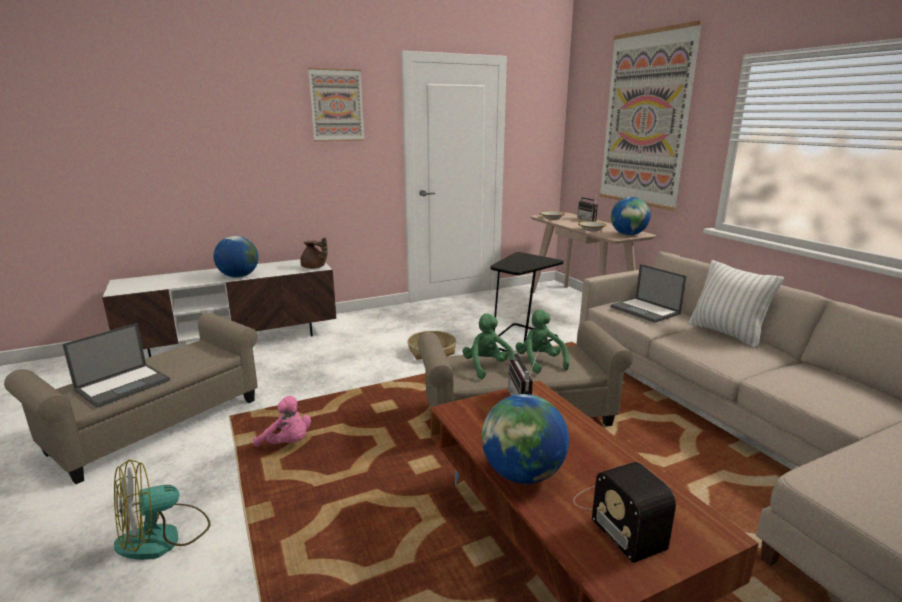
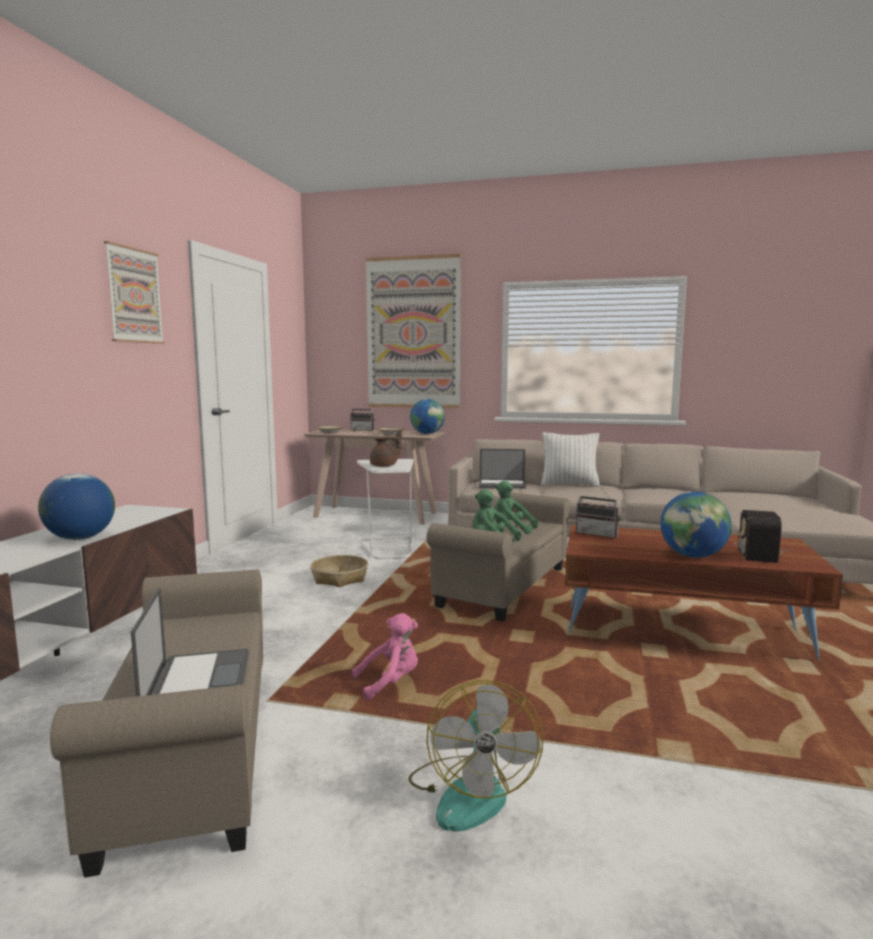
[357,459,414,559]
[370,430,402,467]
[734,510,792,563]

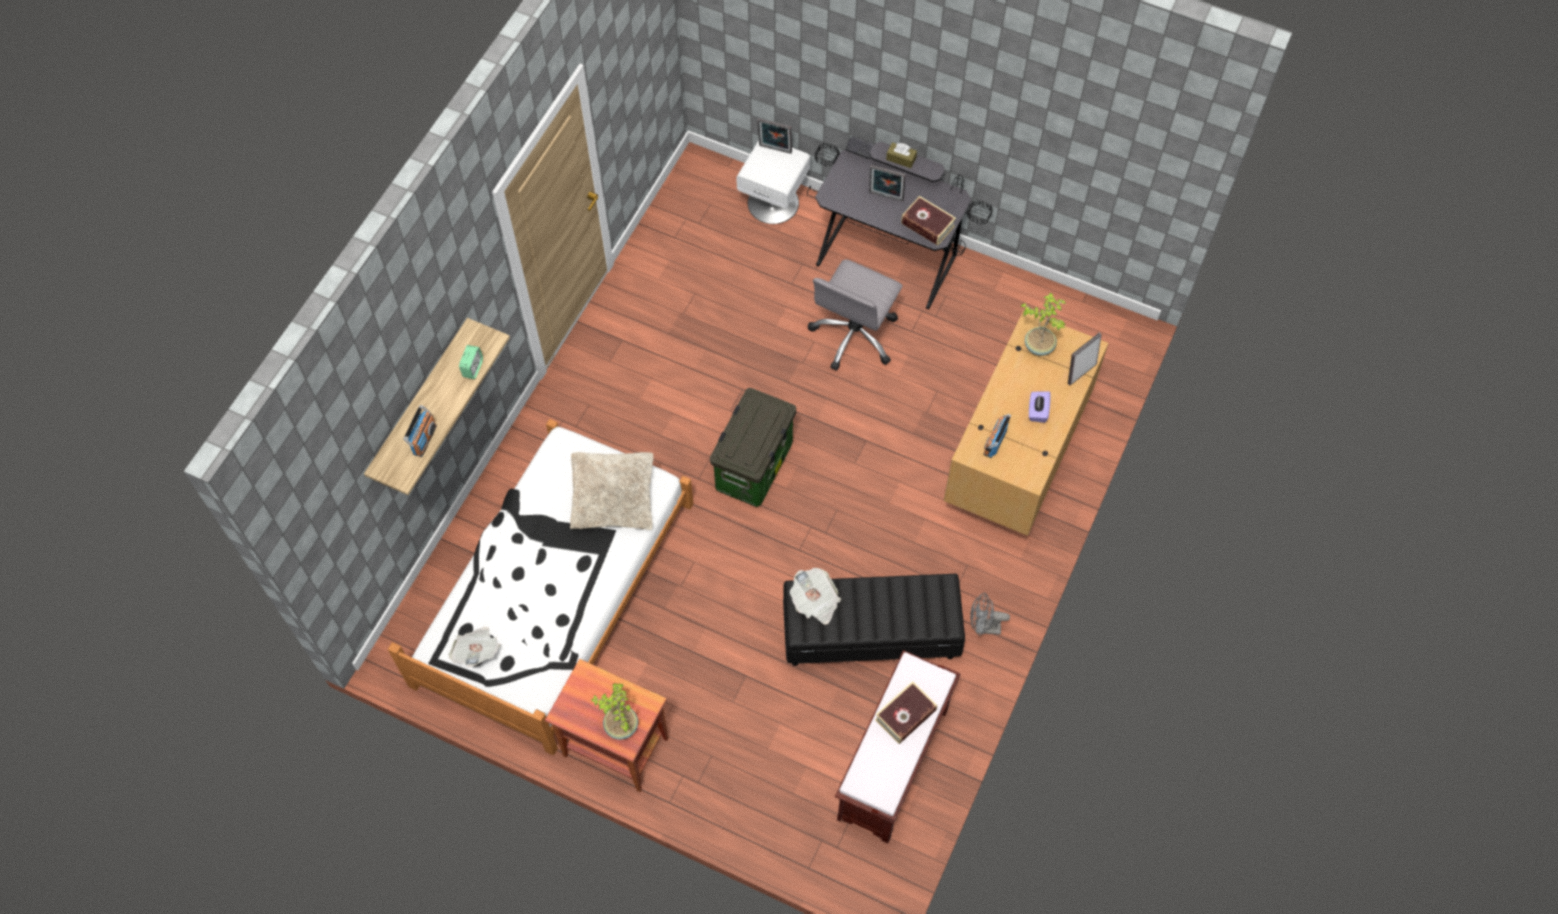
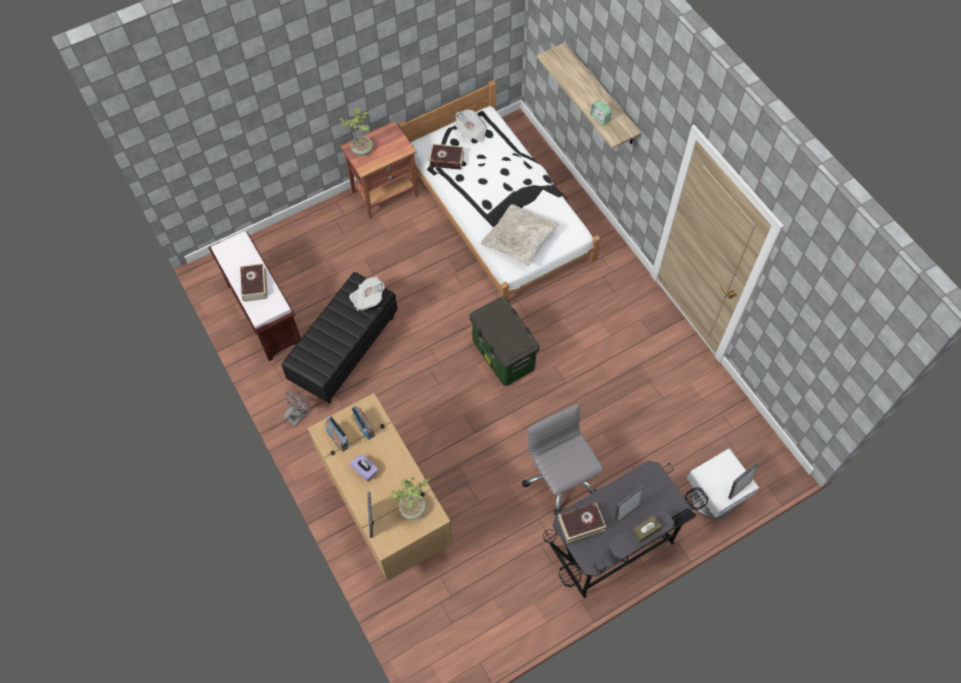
[325,416,349,452]
[429,144,464,170]

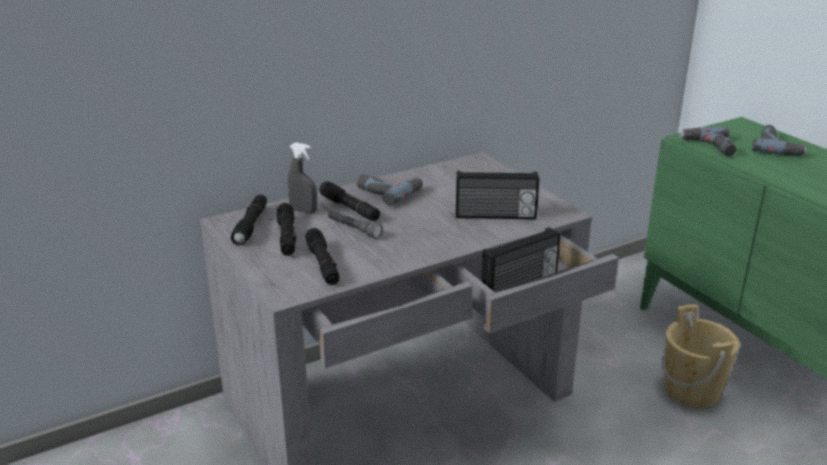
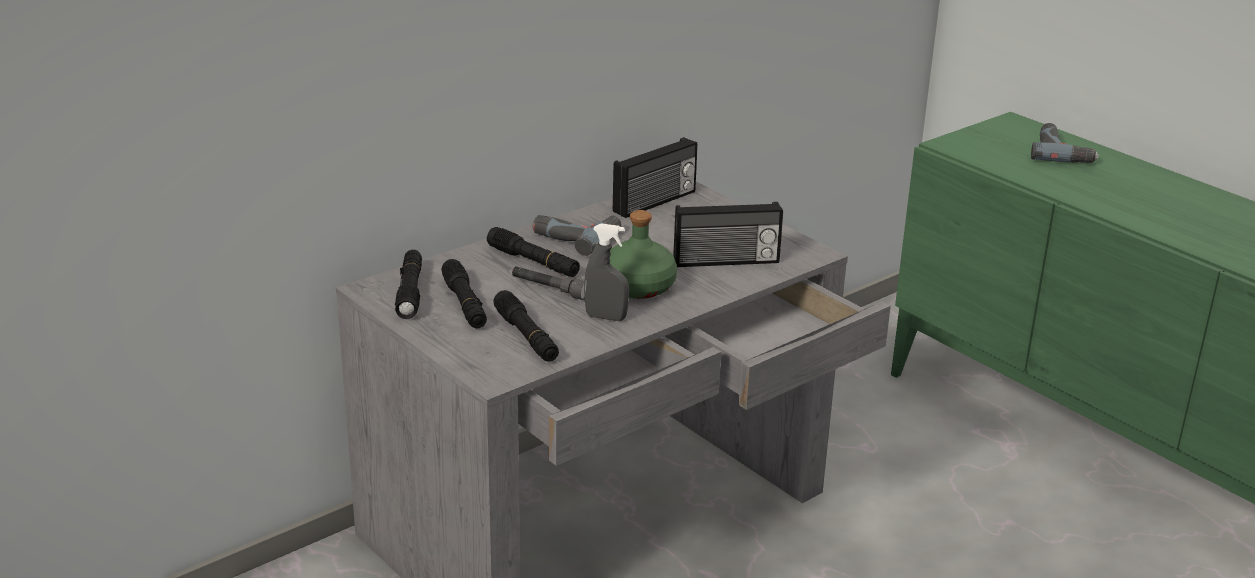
[584,223,629,321]
[610,210,677,299]
[613,137,698,218]
[662,304,739,408] (first image)
[679,126,736,156] (first image)

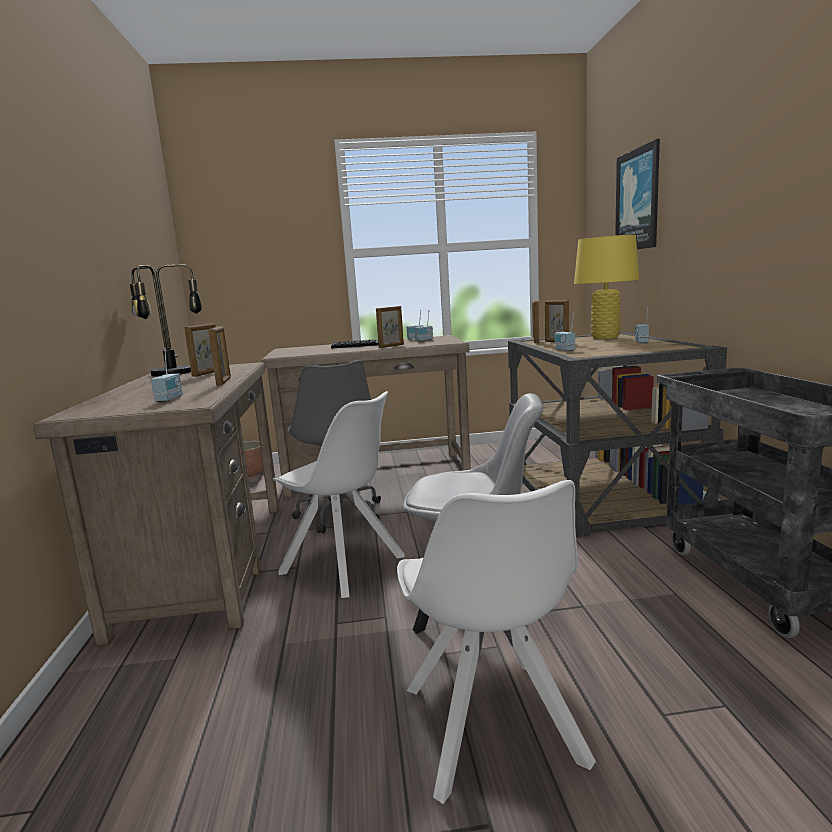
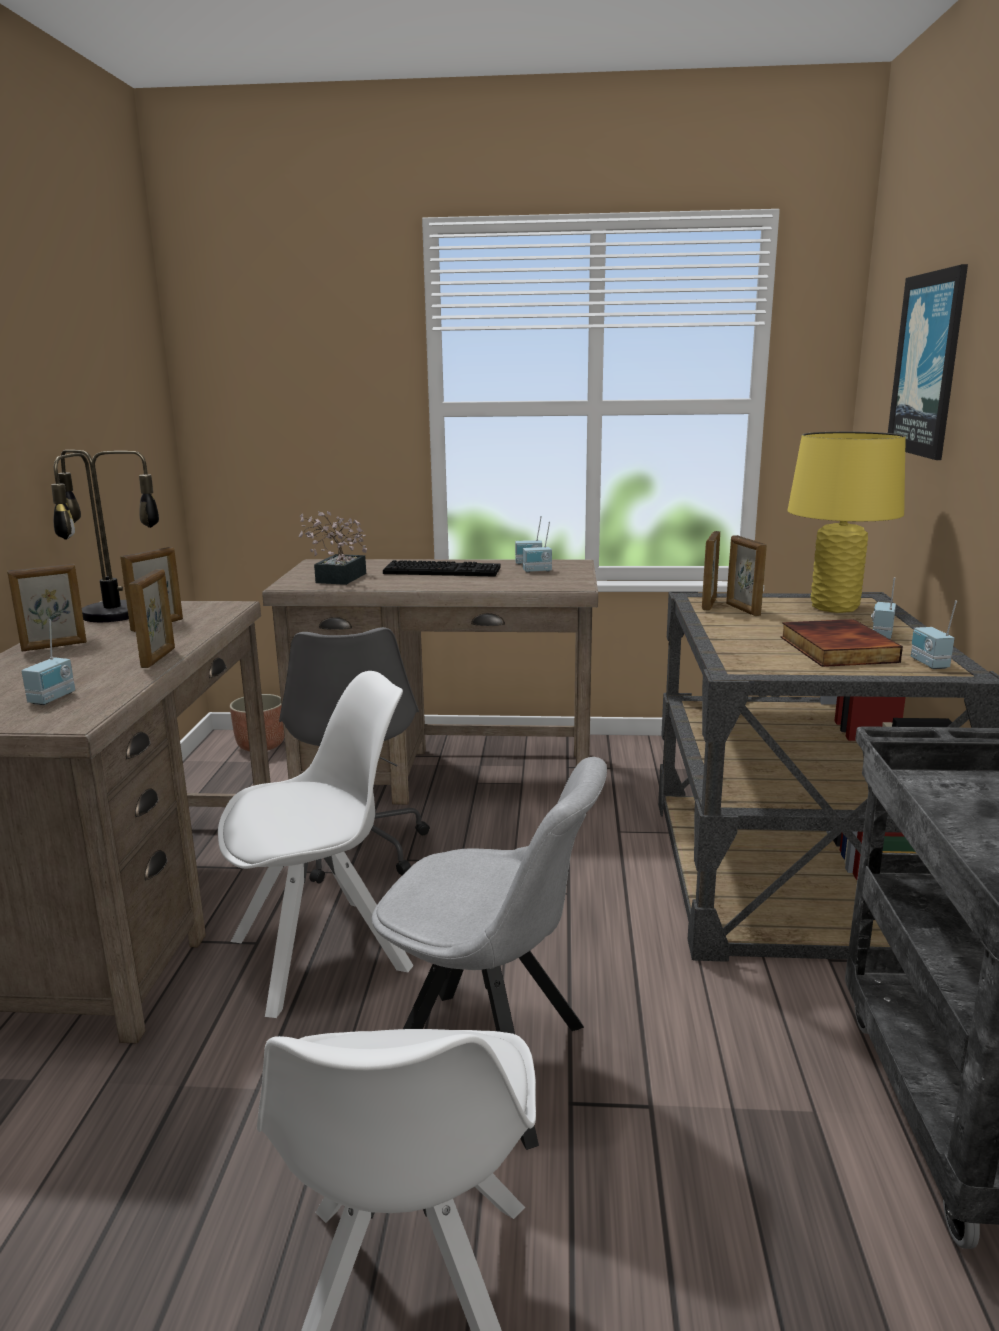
[7,564,87,652]
[218,671,414,1018]
[299,511,367,585]
[781,619,903,667]
[911,600,957,669]

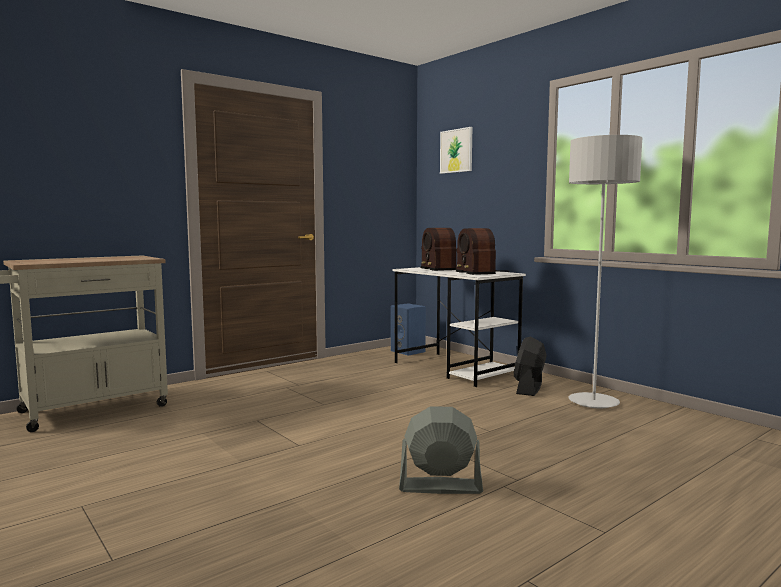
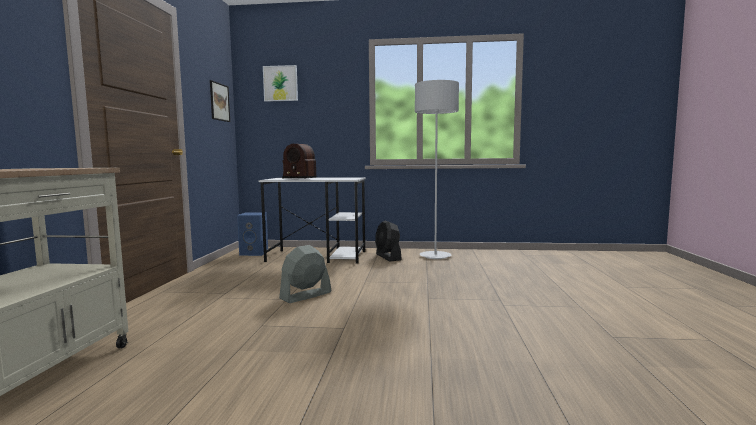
[210,80,230,122]
[279,245,332,303]
[455,228,509,275] (first image)

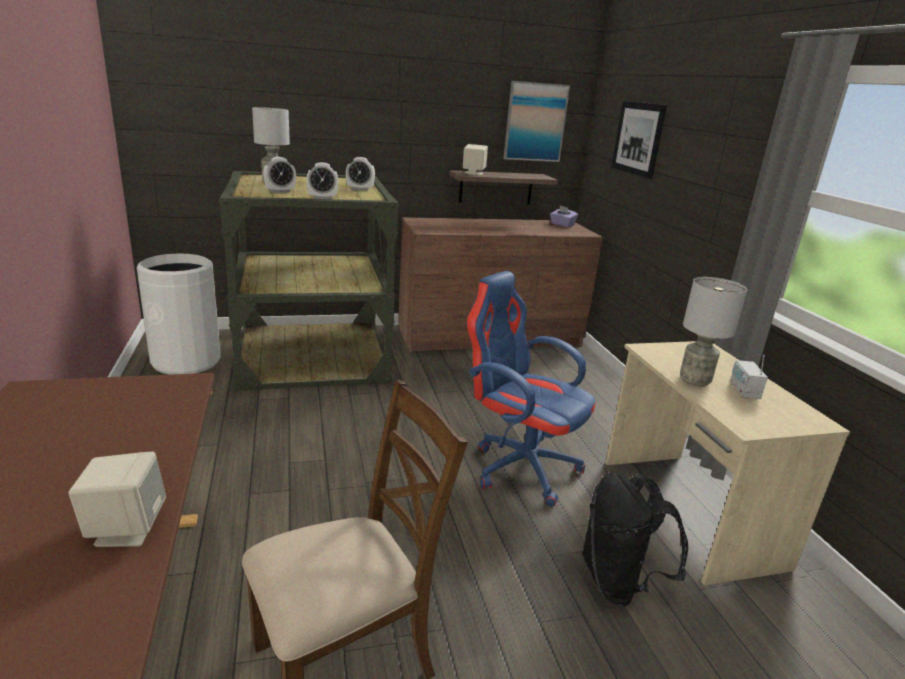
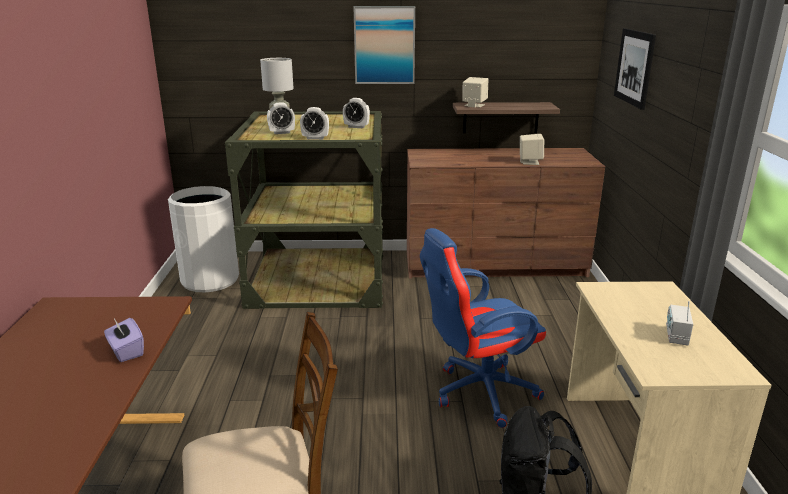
[104,318,144,362]
[353,6,415,84]
[420,228,546,428]
[520,134,544,165]
[680,277,747,387] (first image)

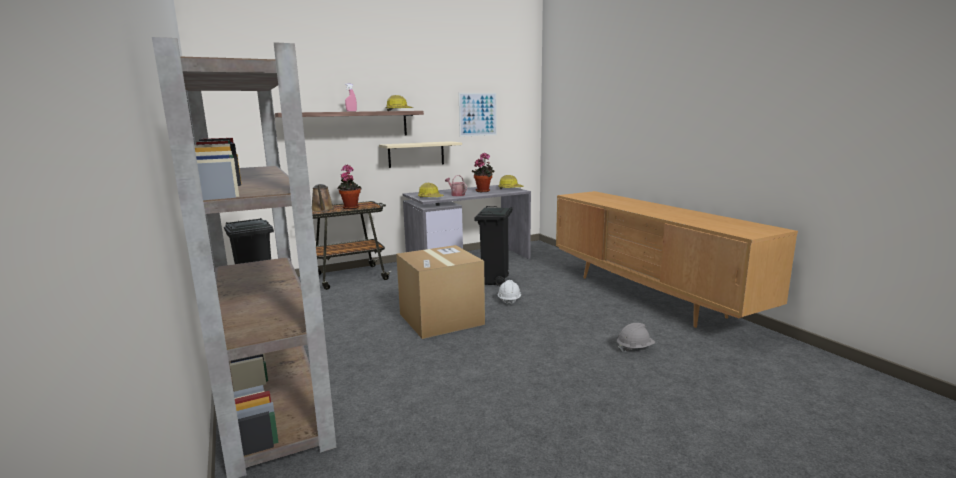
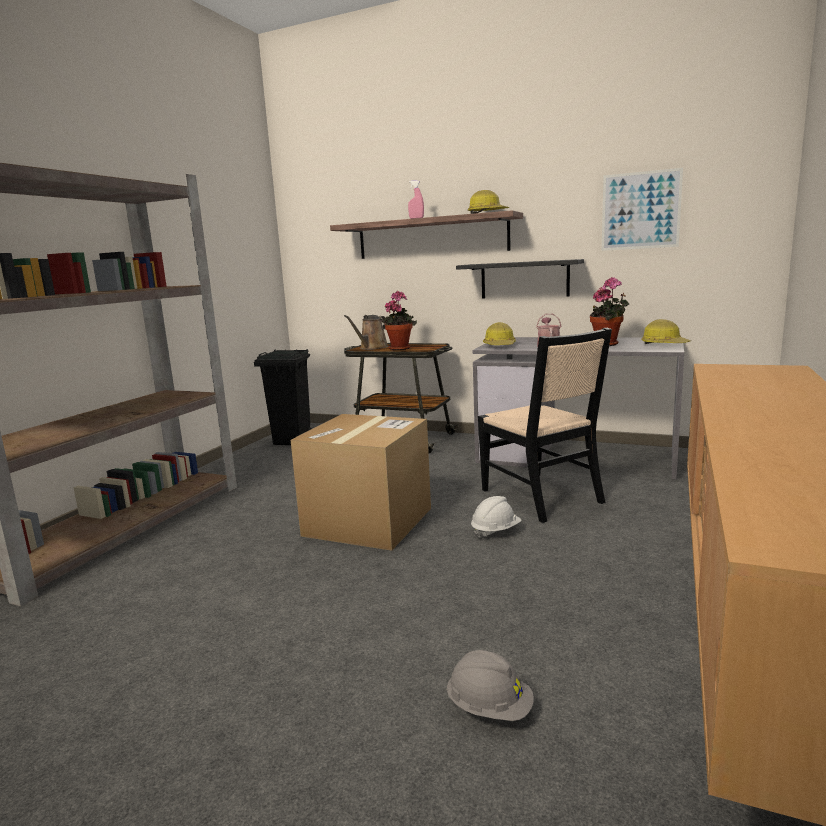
[456,259,584,299]
[478,328,612,523]

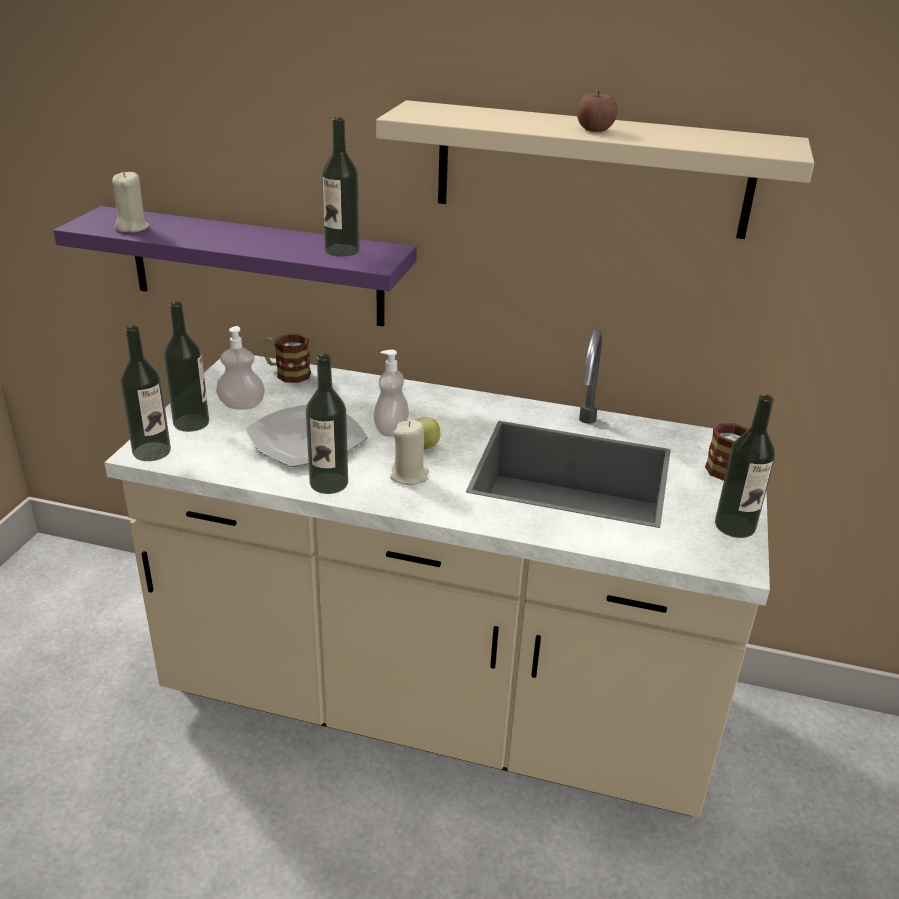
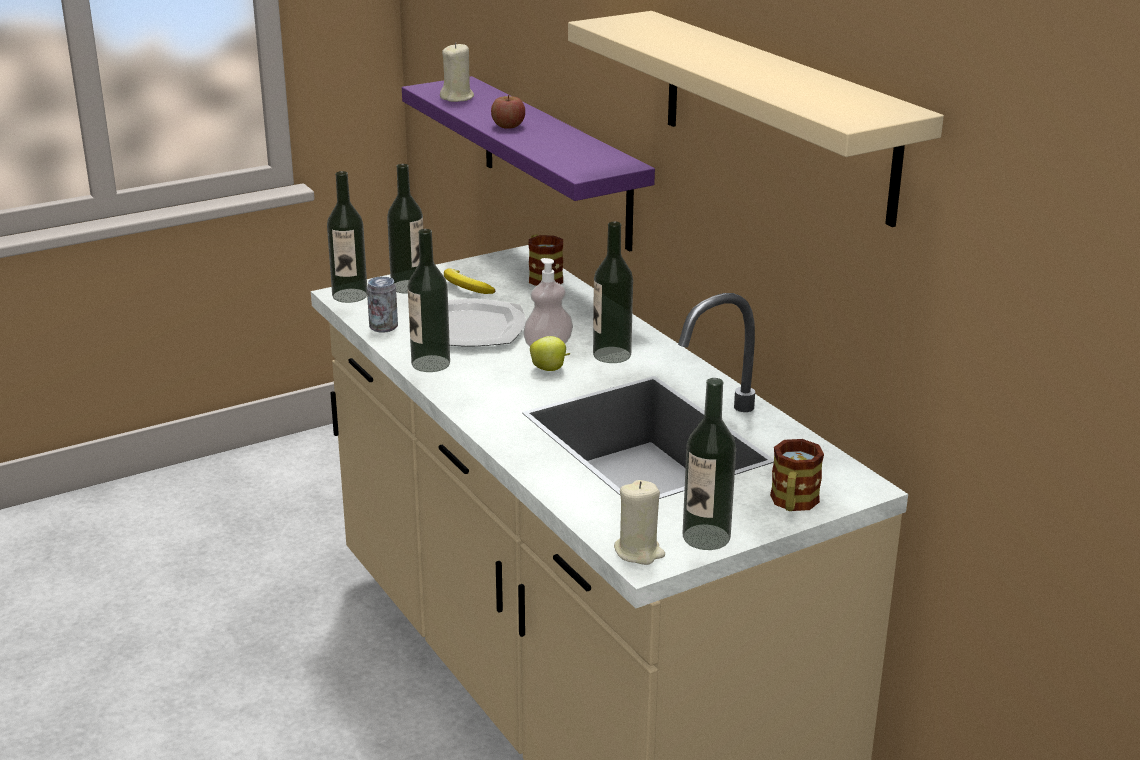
[367,276,398,333]
[444,268,495,294]
[491,95,525,129]
[593,222,633,363]
[614,480,665,565]

